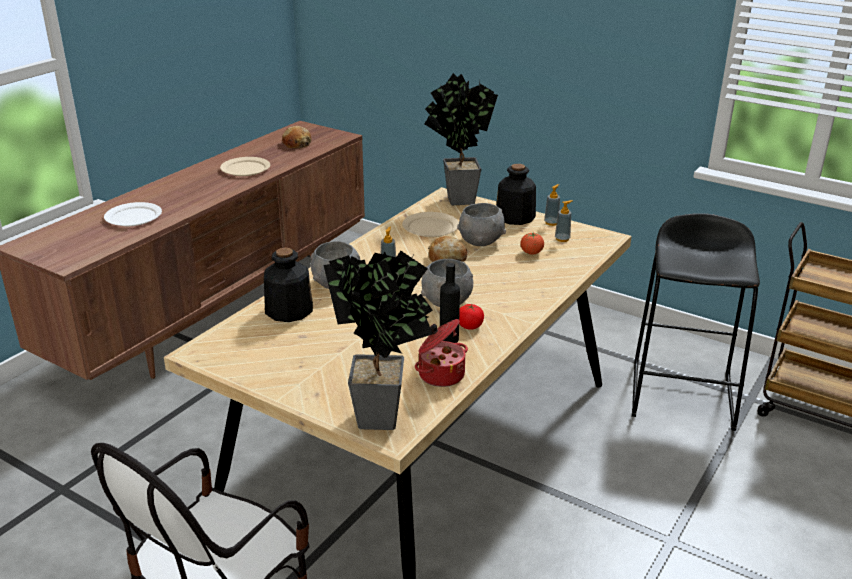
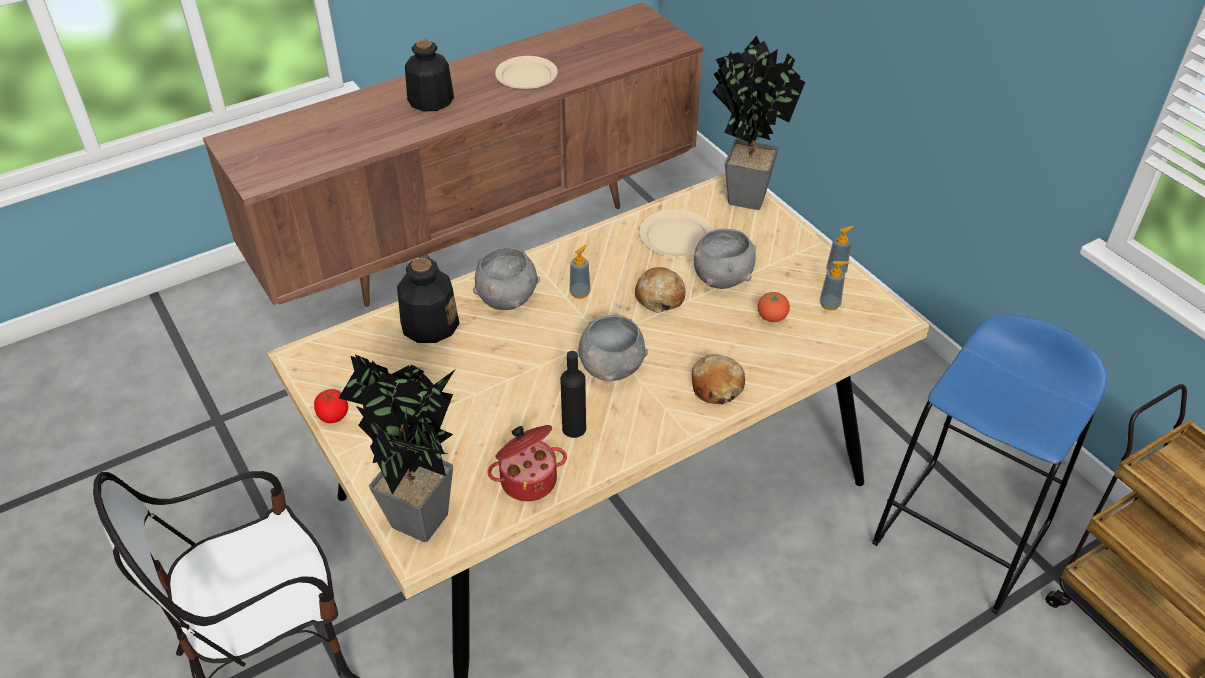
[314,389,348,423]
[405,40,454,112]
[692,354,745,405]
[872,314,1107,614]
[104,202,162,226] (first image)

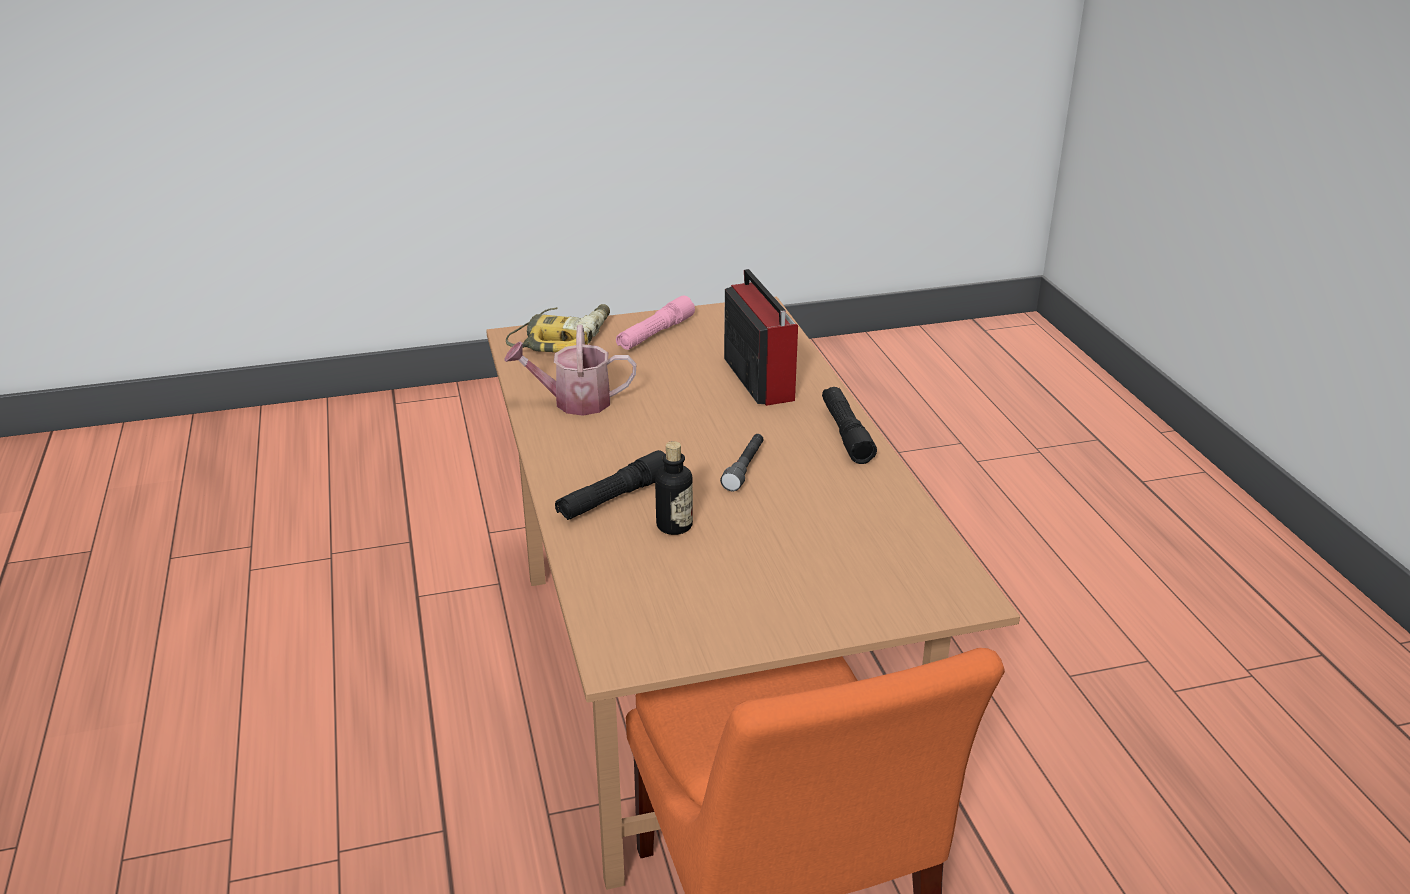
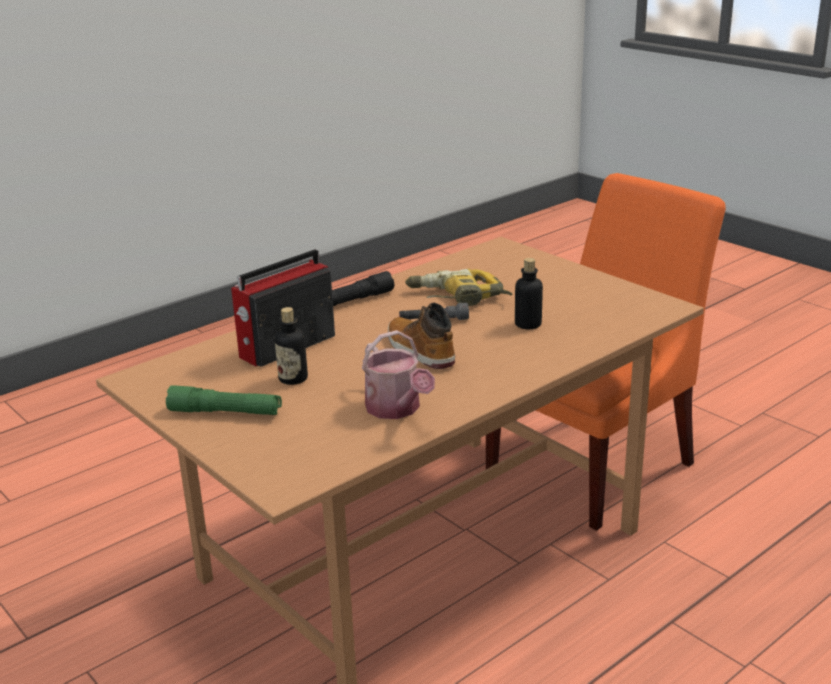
[166,385,282,415]
[275,307,308,385]
[388,303,455,369]
[405,269,512,306]
[555,450,665,520] (first image)

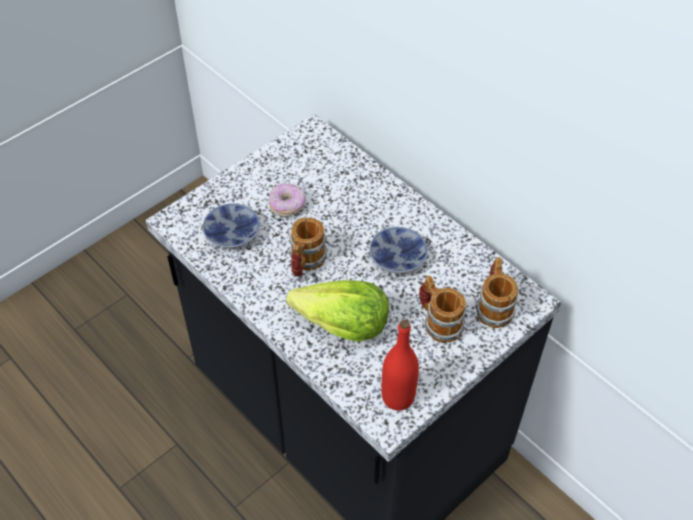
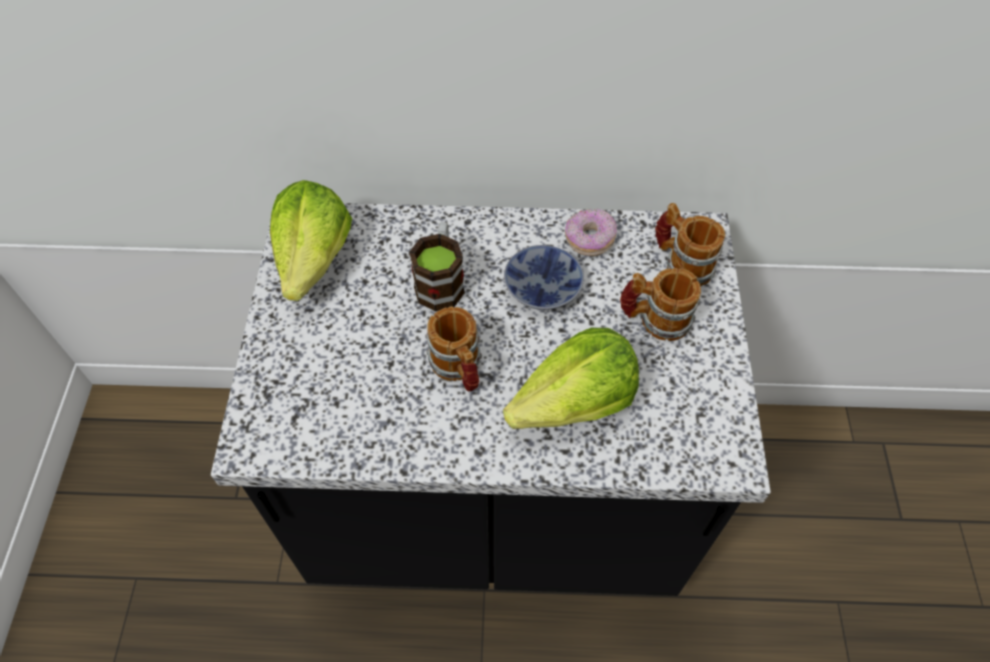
[270,180,352,301]
[409,222,465,311]
[565,209,617,256]
[202,203,260,248] (first image)
[381,320,419,411] (first image)

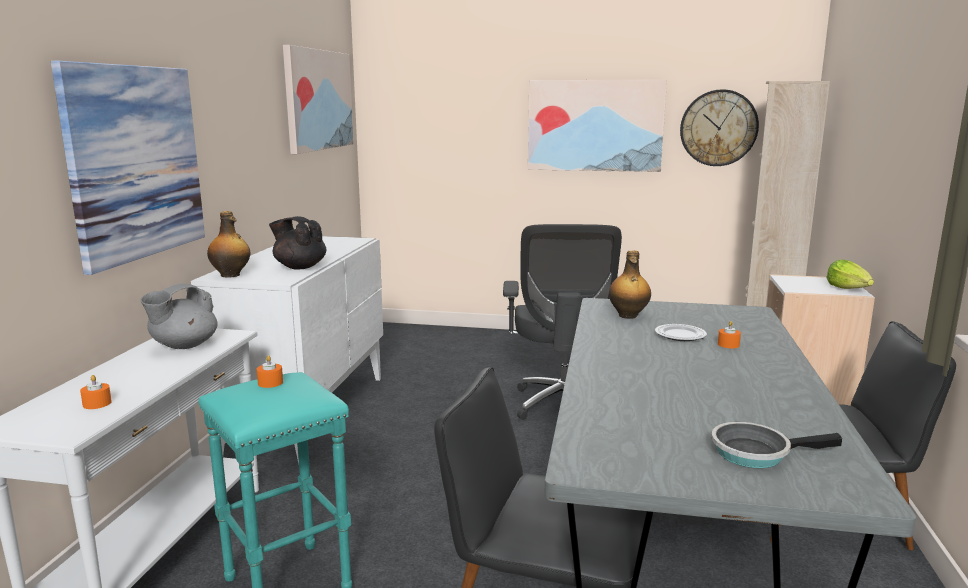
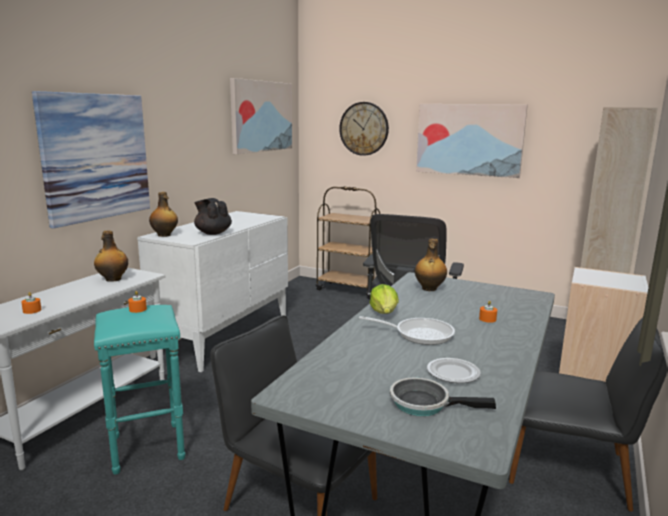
[94,230,128,282]
[315,186,380,300]
[339,102,389,156]
[359,316,455,345]
[369,284,399,314]
[427,358,481,383]

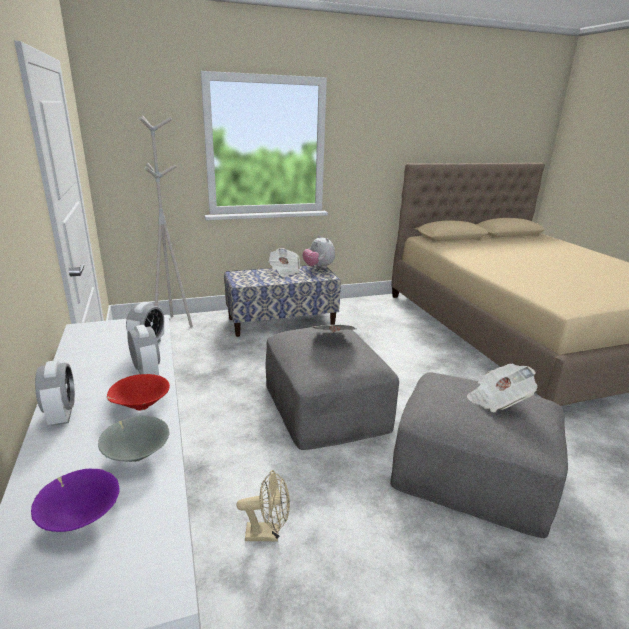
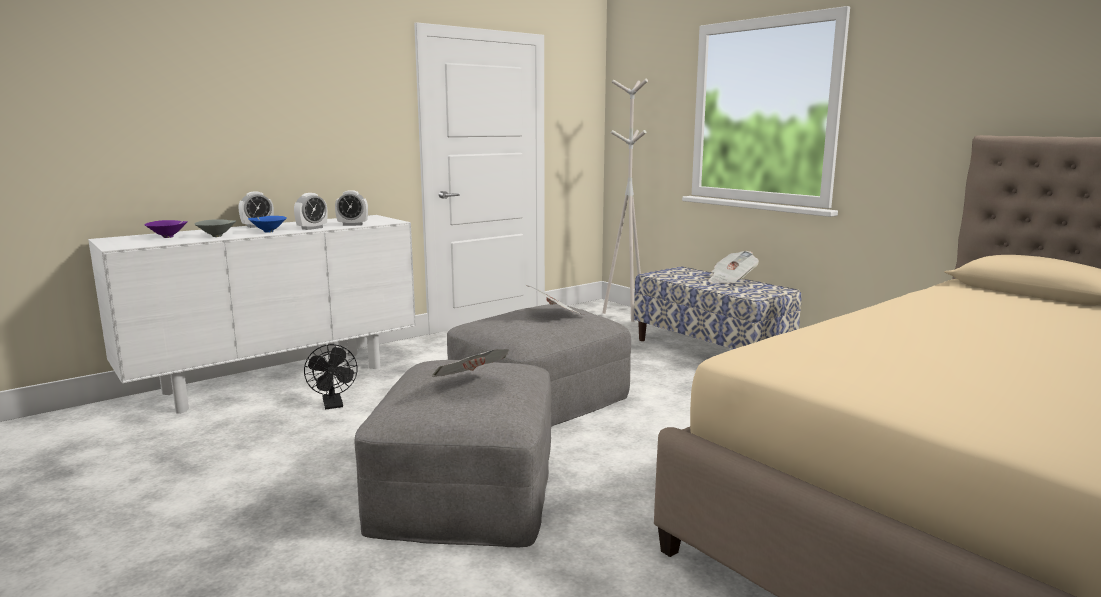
[248,216,287,233]
[304,344,357,409]
[303,235,335,268] (first image)

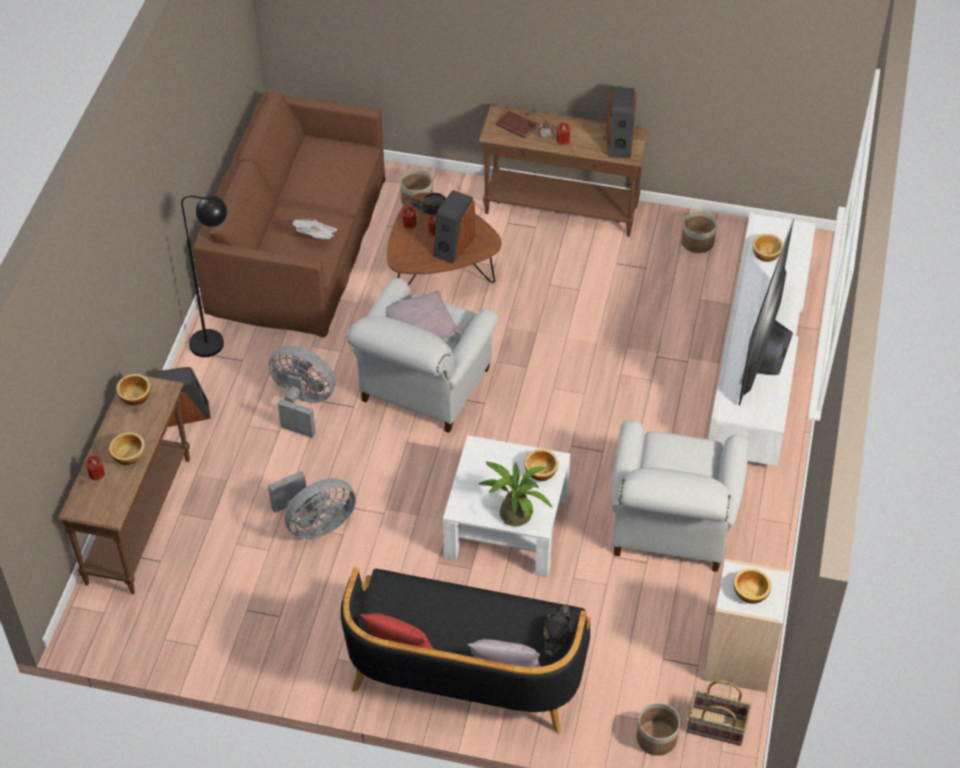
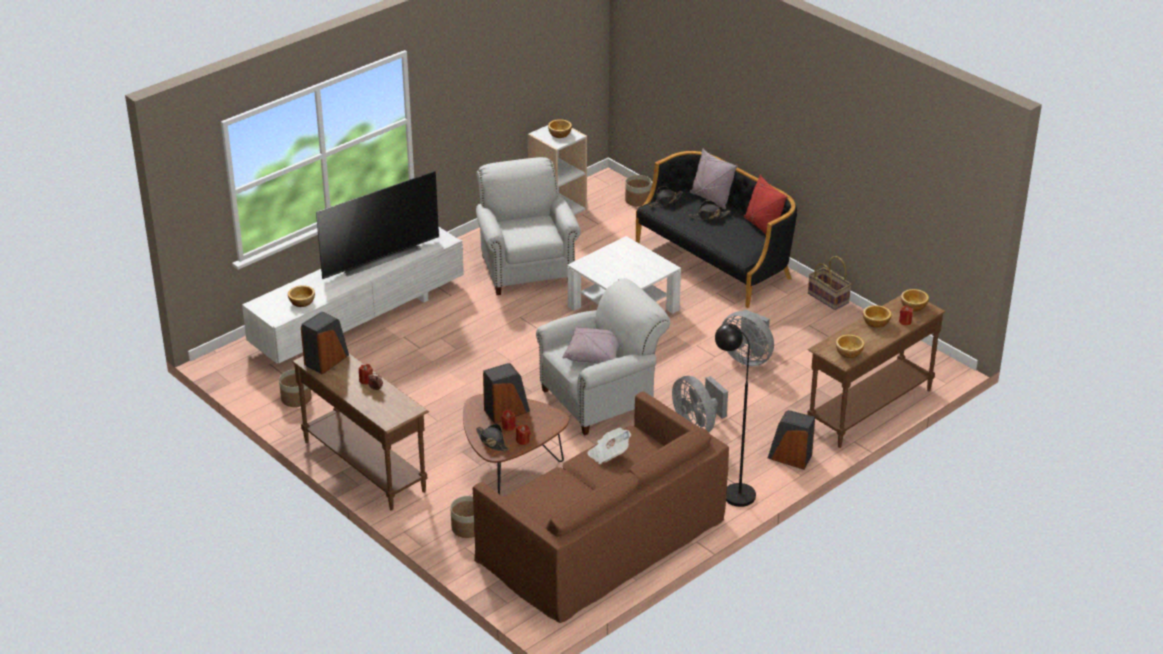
[476,157,581,295]
[688,200,730,220]
[721,309,774,366]
[808,256,852,310]
[901,289,929,312]
[478,461,553,526] (first image)
[496,111,537,138] (first image)

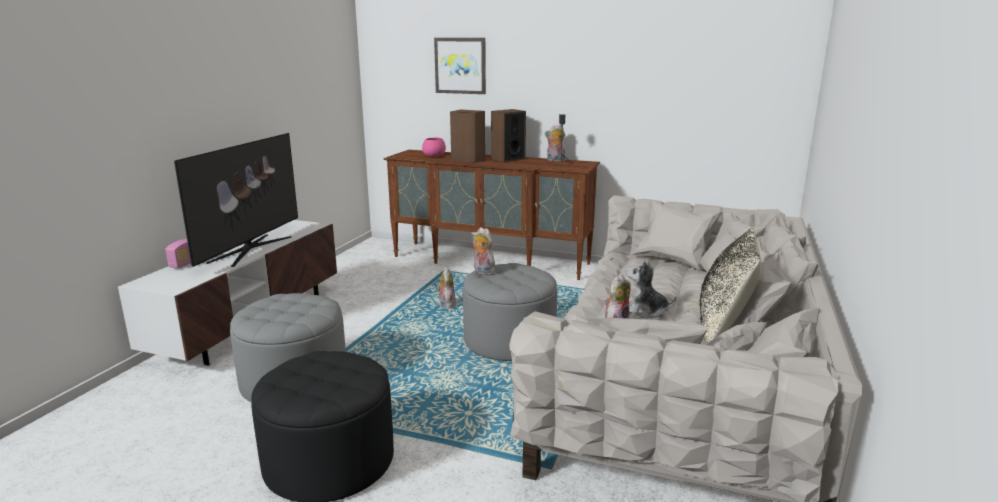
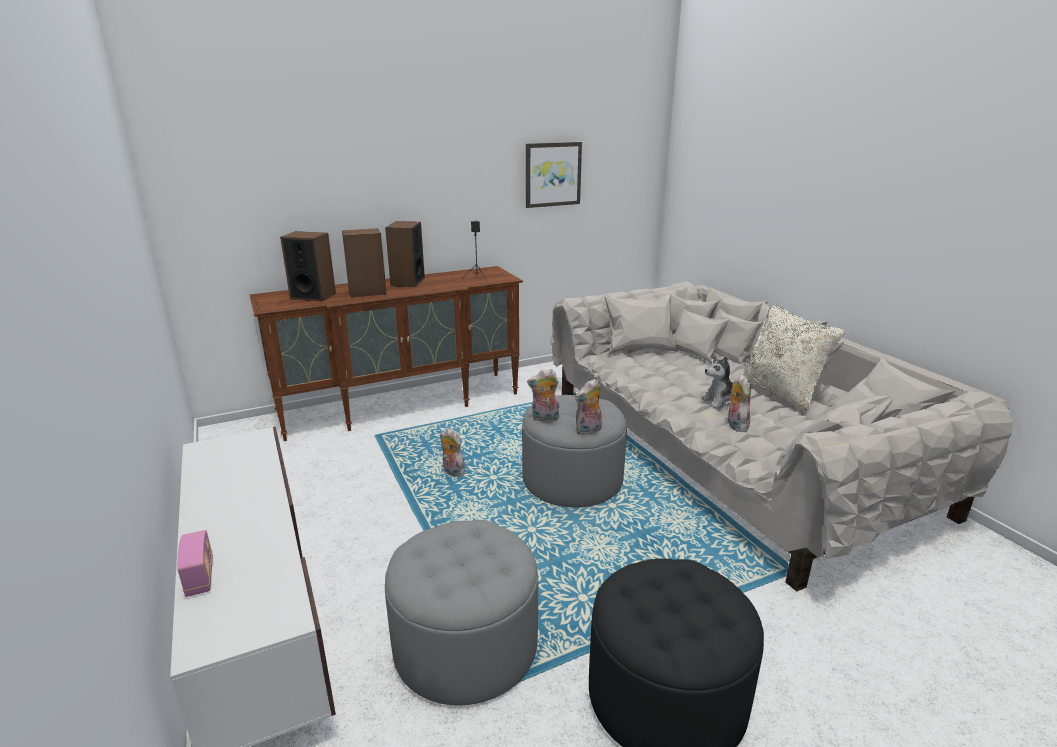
[280,231,336,301]
[526,142,582,208]
[575,379,602,435]
[174,133,298,267] (first image)

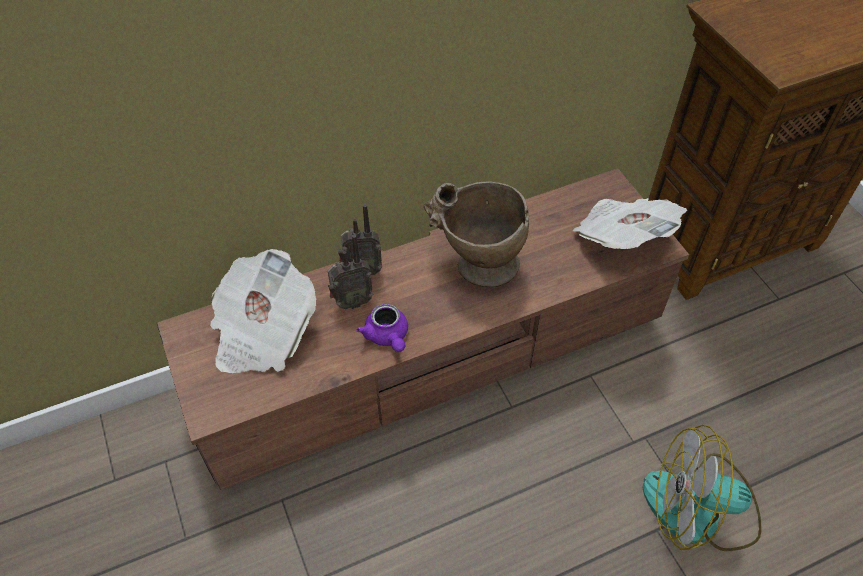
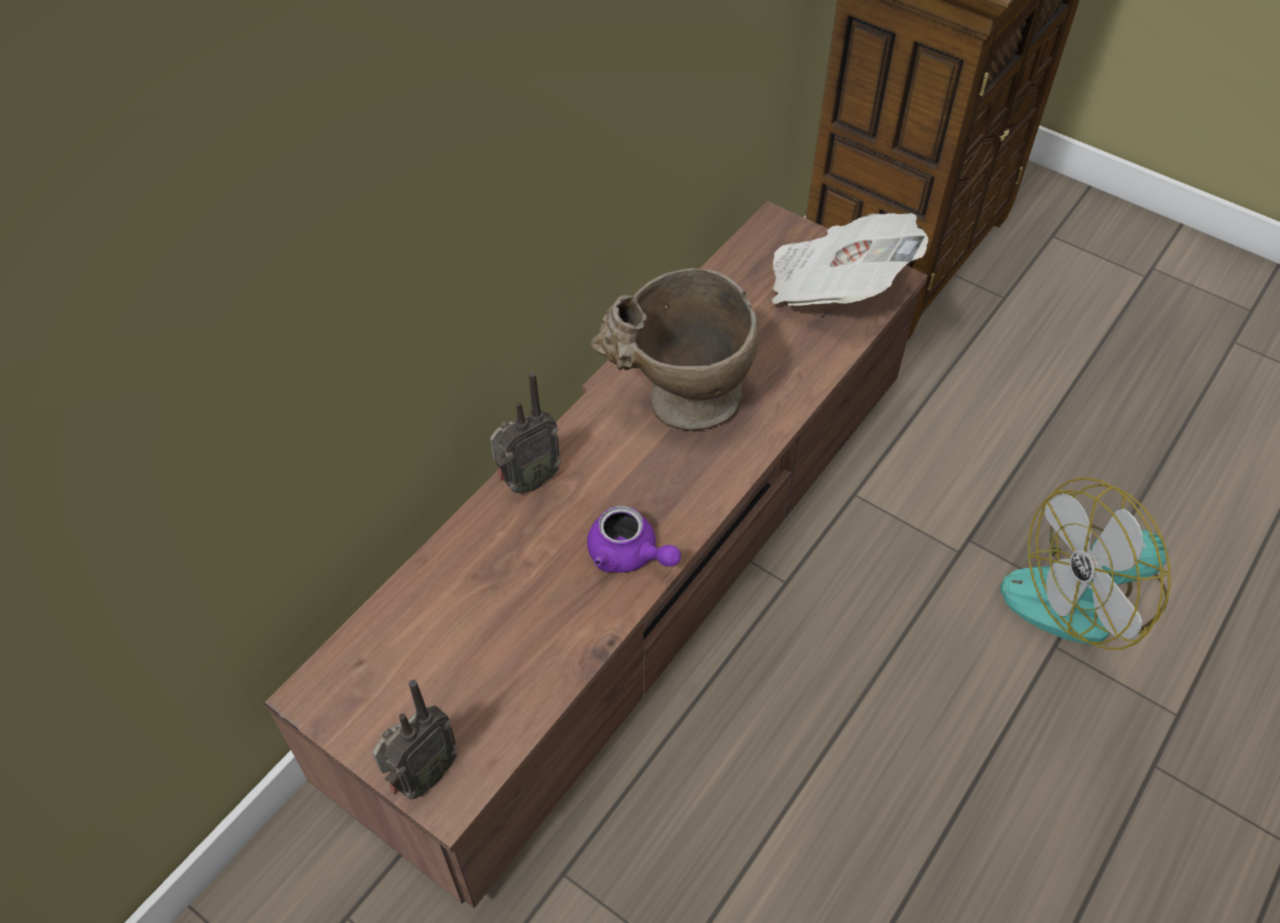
[372,680,458,800]
[210,249,316,373] (first image)

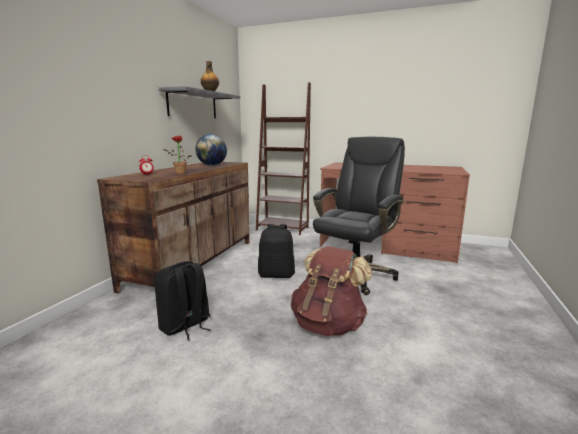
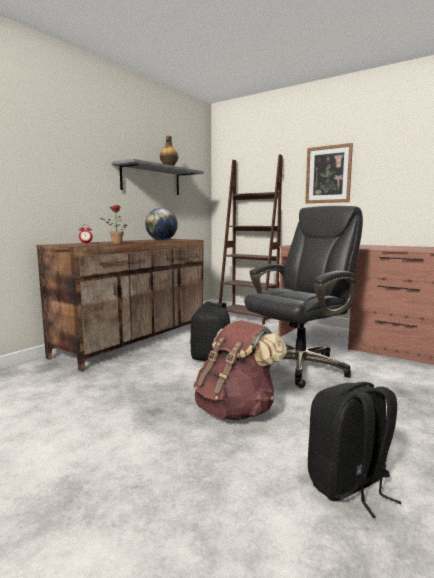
[305,143,353,203]
[308,382,402,518]

